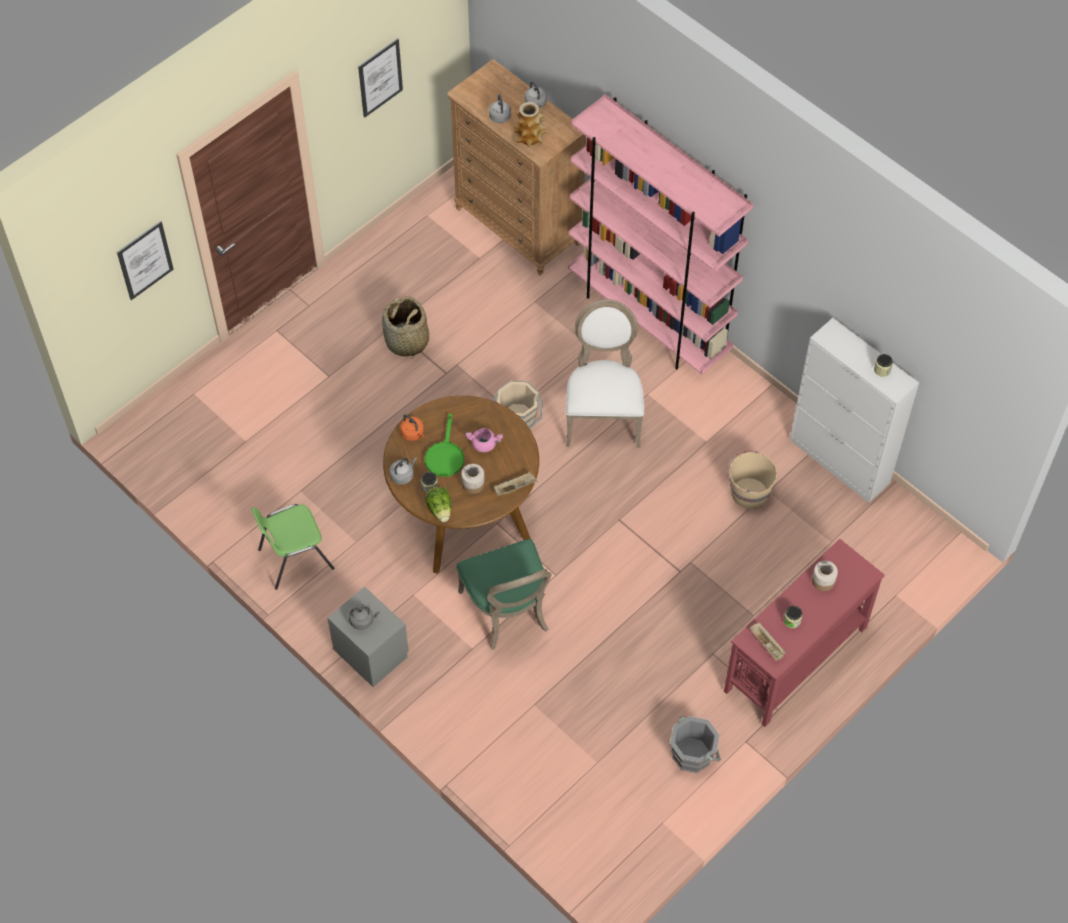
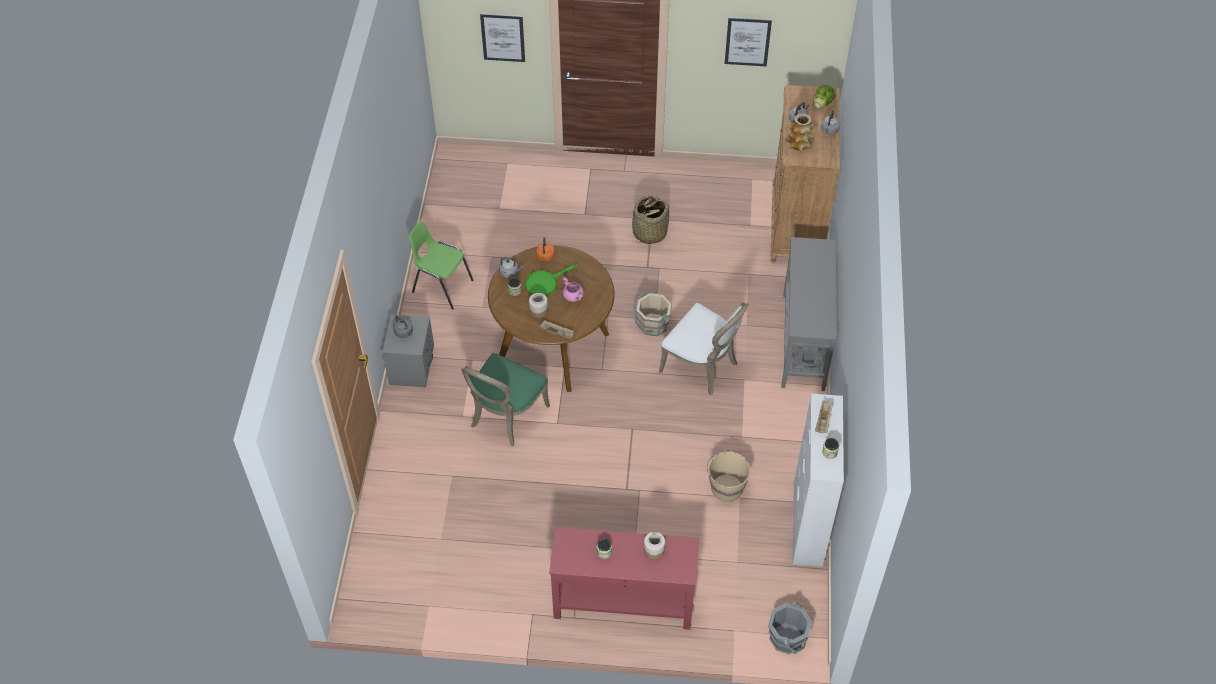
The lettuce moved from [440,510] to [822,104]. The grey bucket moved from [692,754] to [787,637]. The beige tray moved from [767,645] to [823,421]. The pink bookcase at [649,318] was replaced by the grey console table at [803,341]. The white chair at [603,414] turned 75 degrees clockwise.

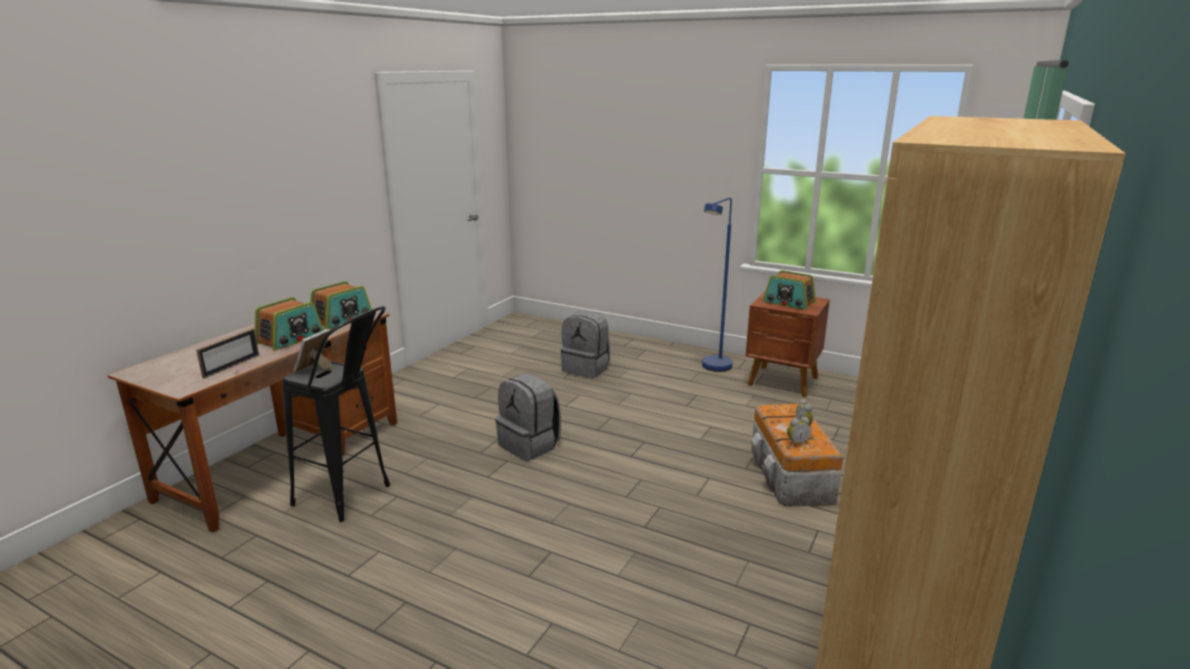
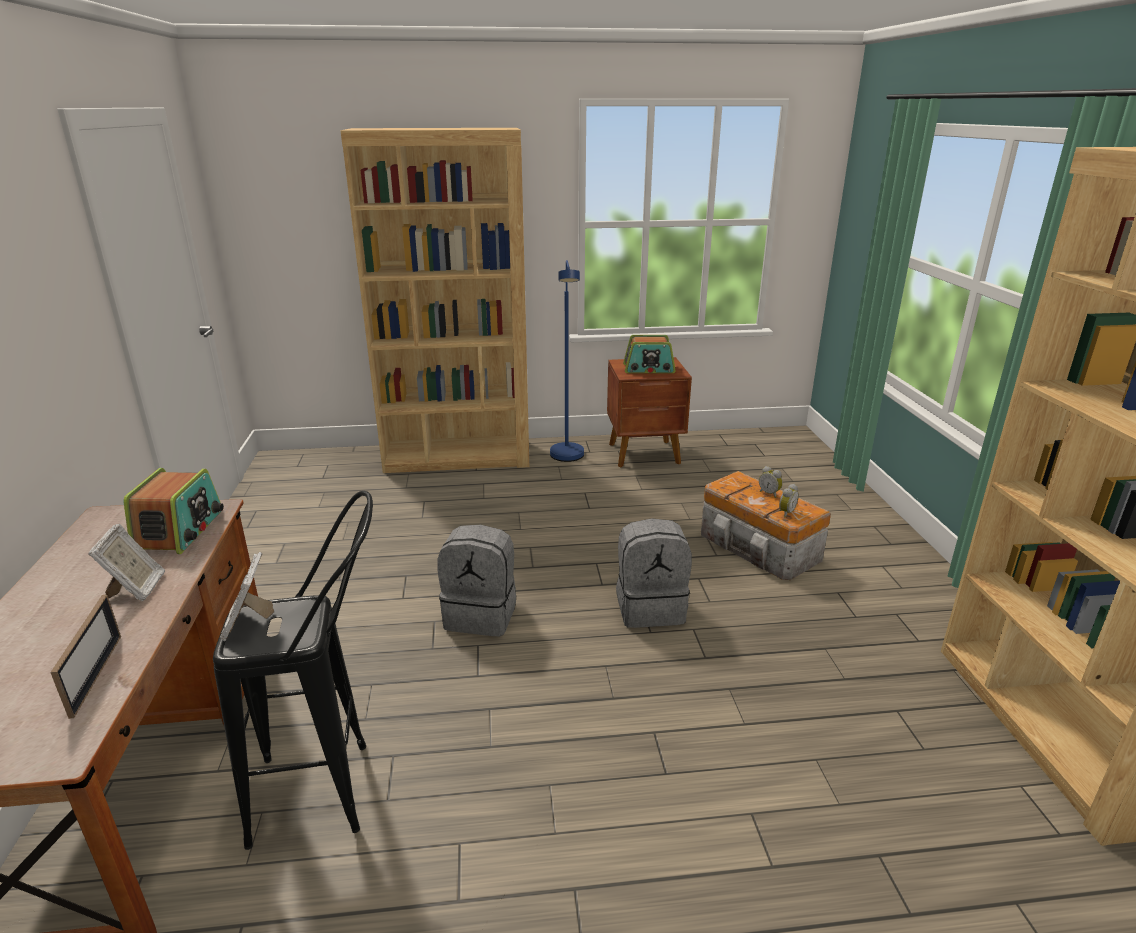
The brown bookcase at [458,457] appeared. The grey backpack moved from [586,369] to [650,608]. The radio at [290,339] was replaced by the picture frame at [136,589].

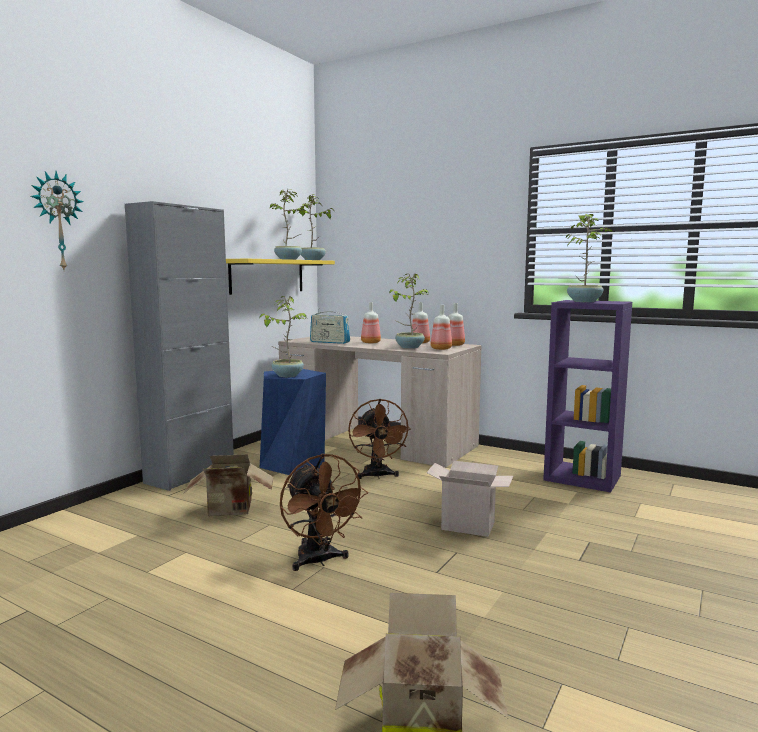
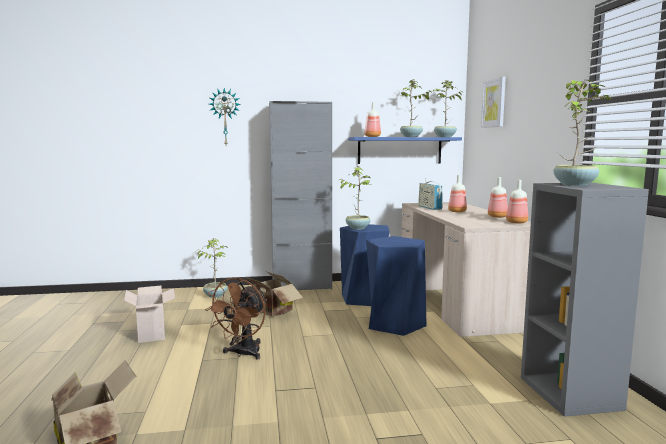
The picture at [494,103] appeared. The potted plant moved from [409,347] to [215,295]. The cardboard box moved from [470,526] to [153,335]. The bottle moved from [440,349] to [372,136]. The brown fan at [377,476] was replaced by the blue stool at [395,324]. The yellow shelf at [267,276] became the blue shelf at [399,150]. The purple bookcase at [583,478] became the grey bookcase at [571,393].

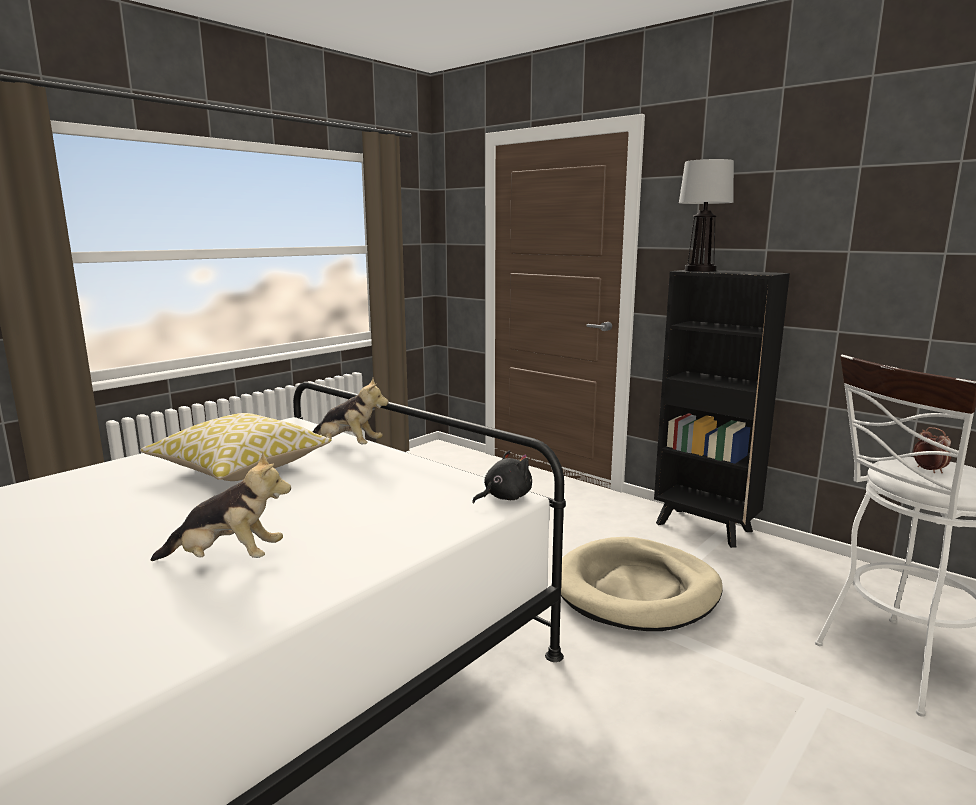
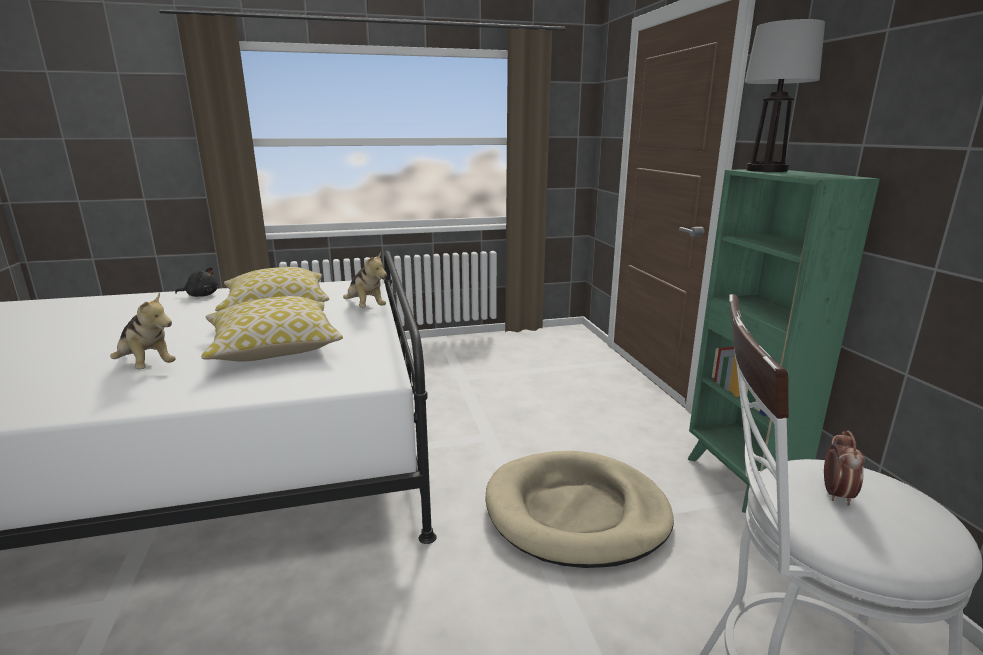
The pillow at [273,348] appeared. The black plush toy moved from [504,497] to [201,295]. The black bookcase at [705,528] became the green bookcase at [739,481].

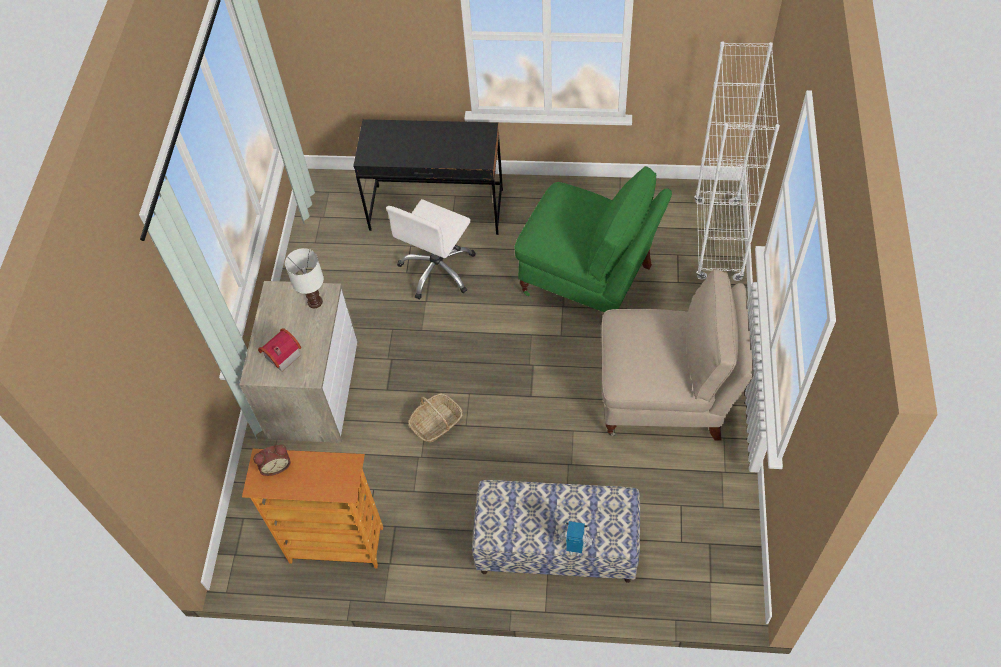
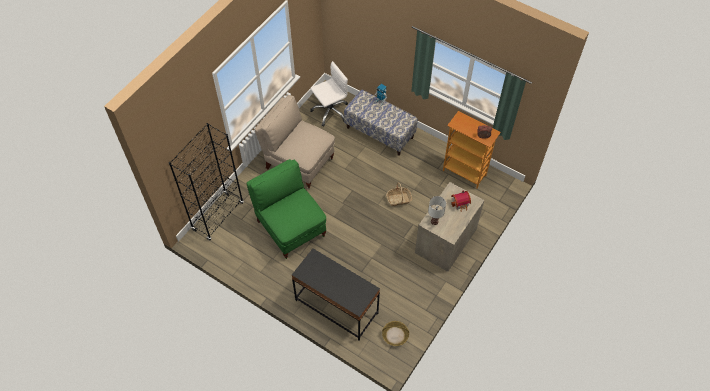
The basket at [395,335] appeared. The white office chair moved from [438,269] to [330,111]. The white bookcase at [717,241] became the black bookcase at [218,216].

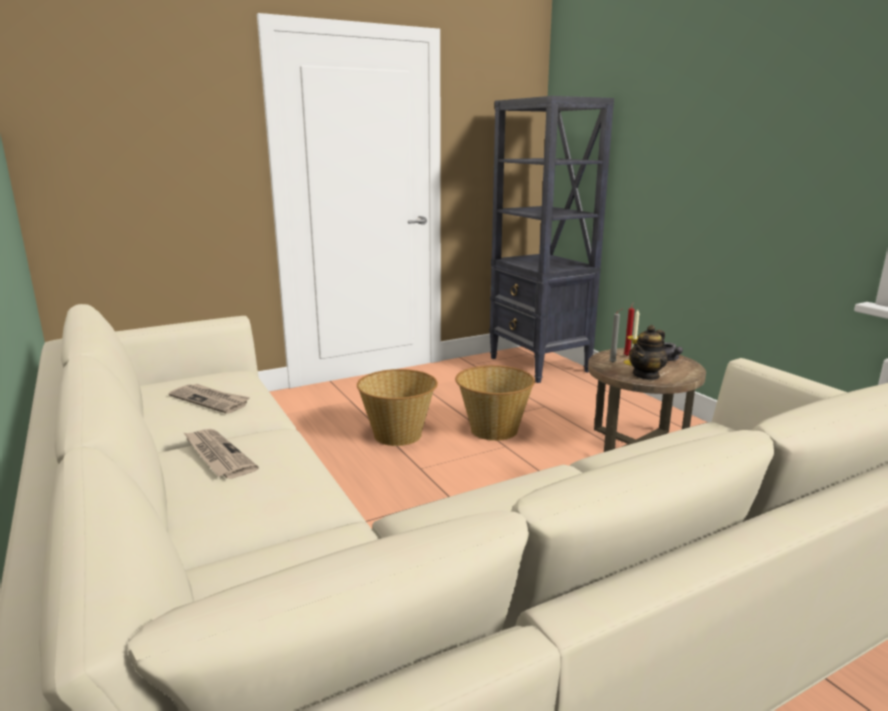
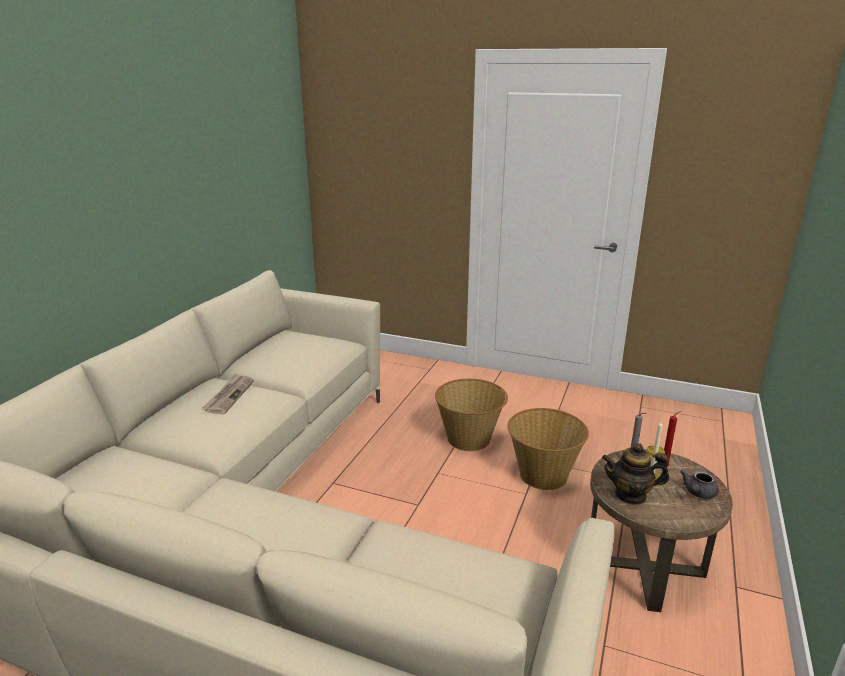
The newspaper at [210,400] disappeared. The black bookcase at [539,365] disappeared.

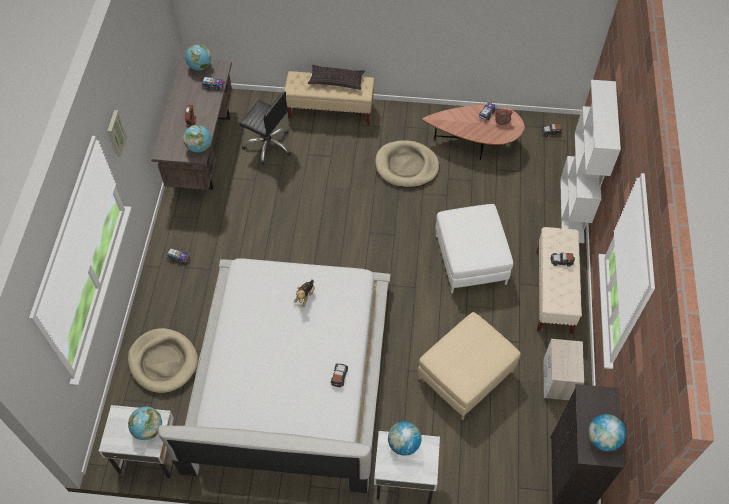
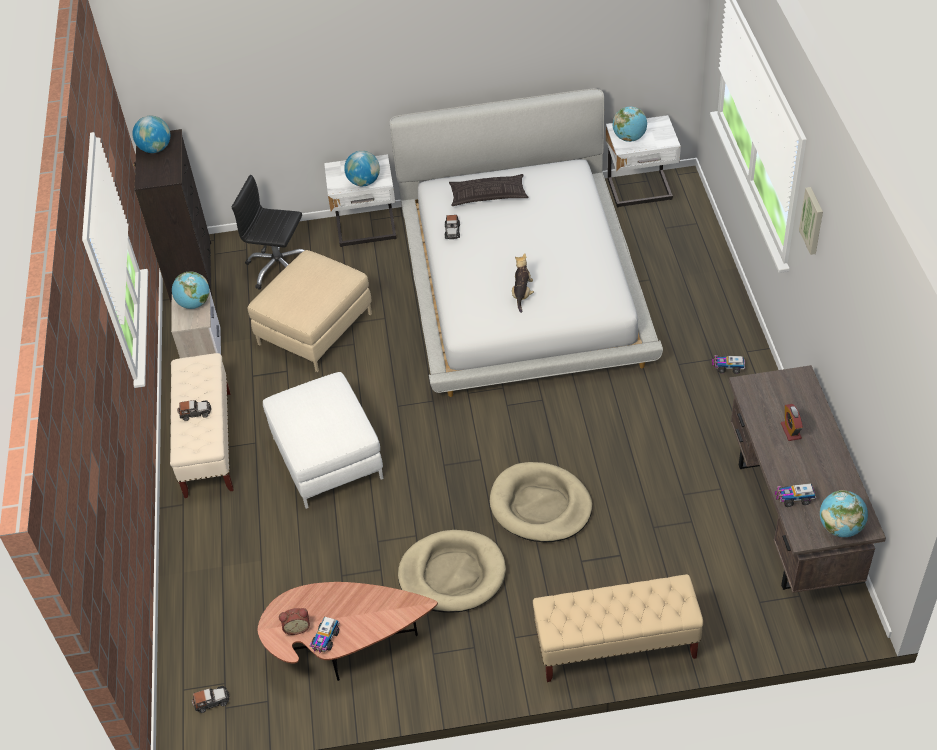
The white bookcase at [572,210] disappeared. The beige dog bed moved from [163,362] to [540,506]. The globe moved from [199,147] to [194,304]. The black office chair moved from [268,145] to [279,268]. The pillow moved from [336,80] to [488,195].

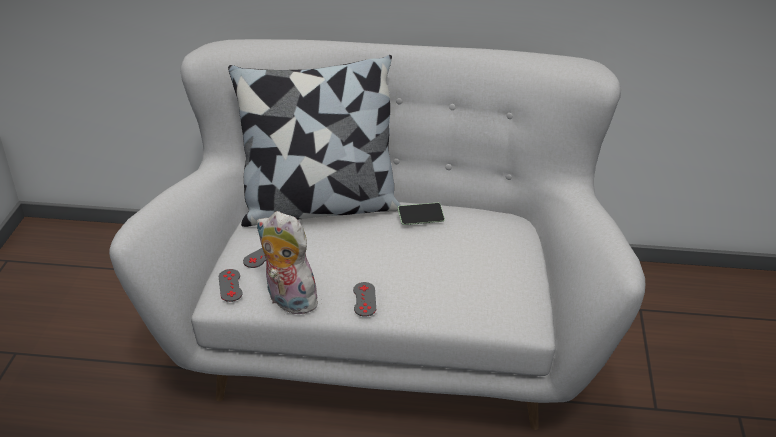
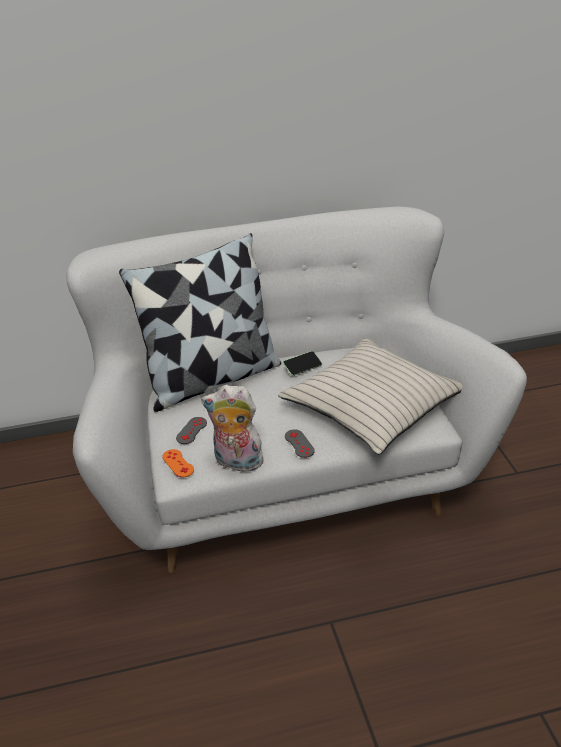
The beige pillow at [372,407] appeared. The grey game controller at [230,285] became the orange game controller at [178,463].

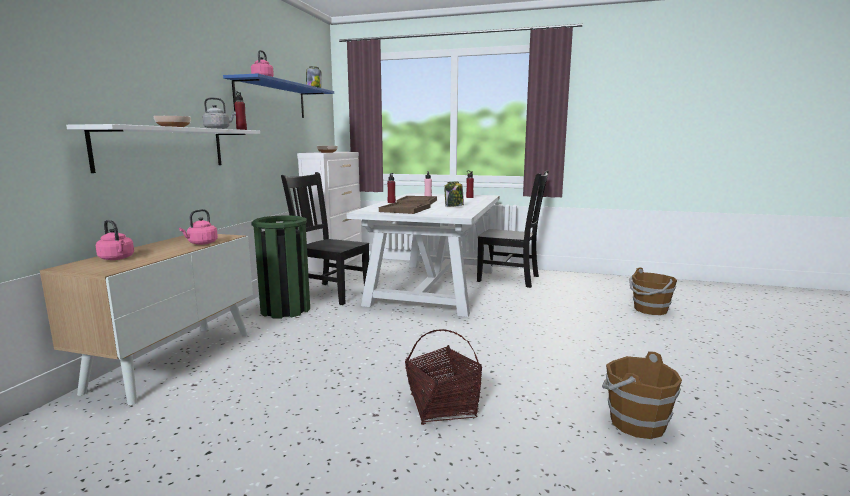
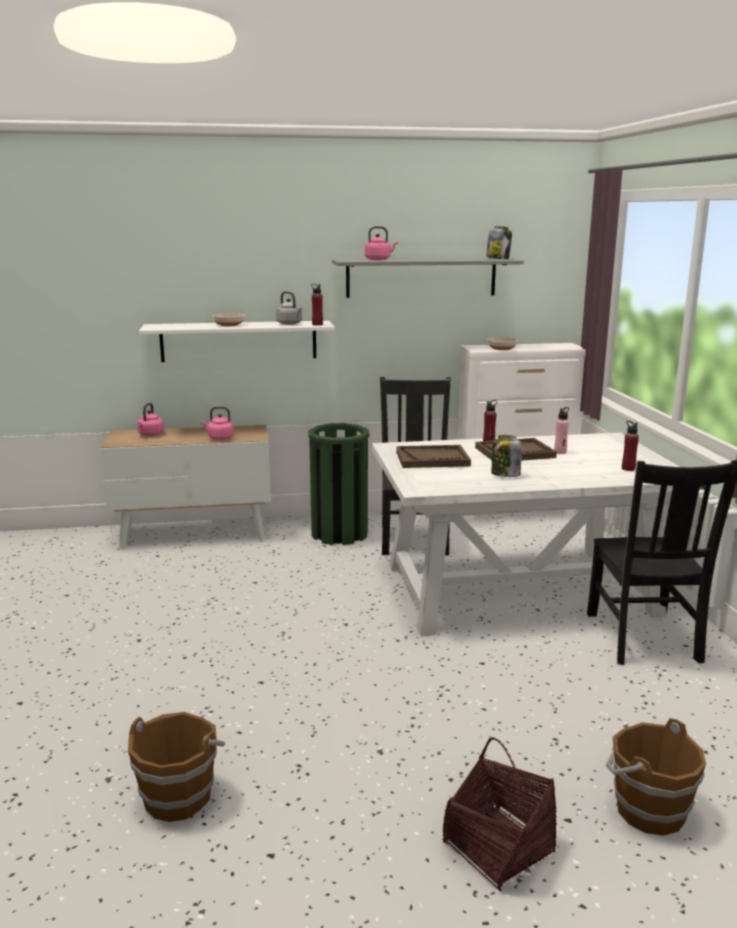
The basket moved from [442,406] to [498,847]. The blue shelf at [271,99] became the grey shelf at [421,277].

